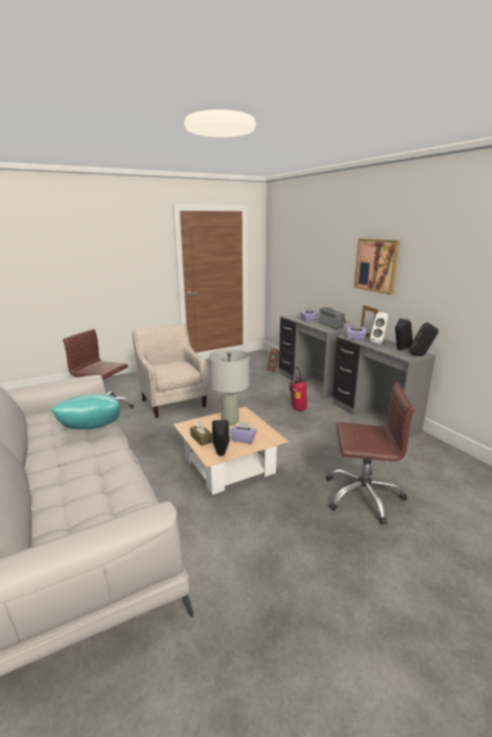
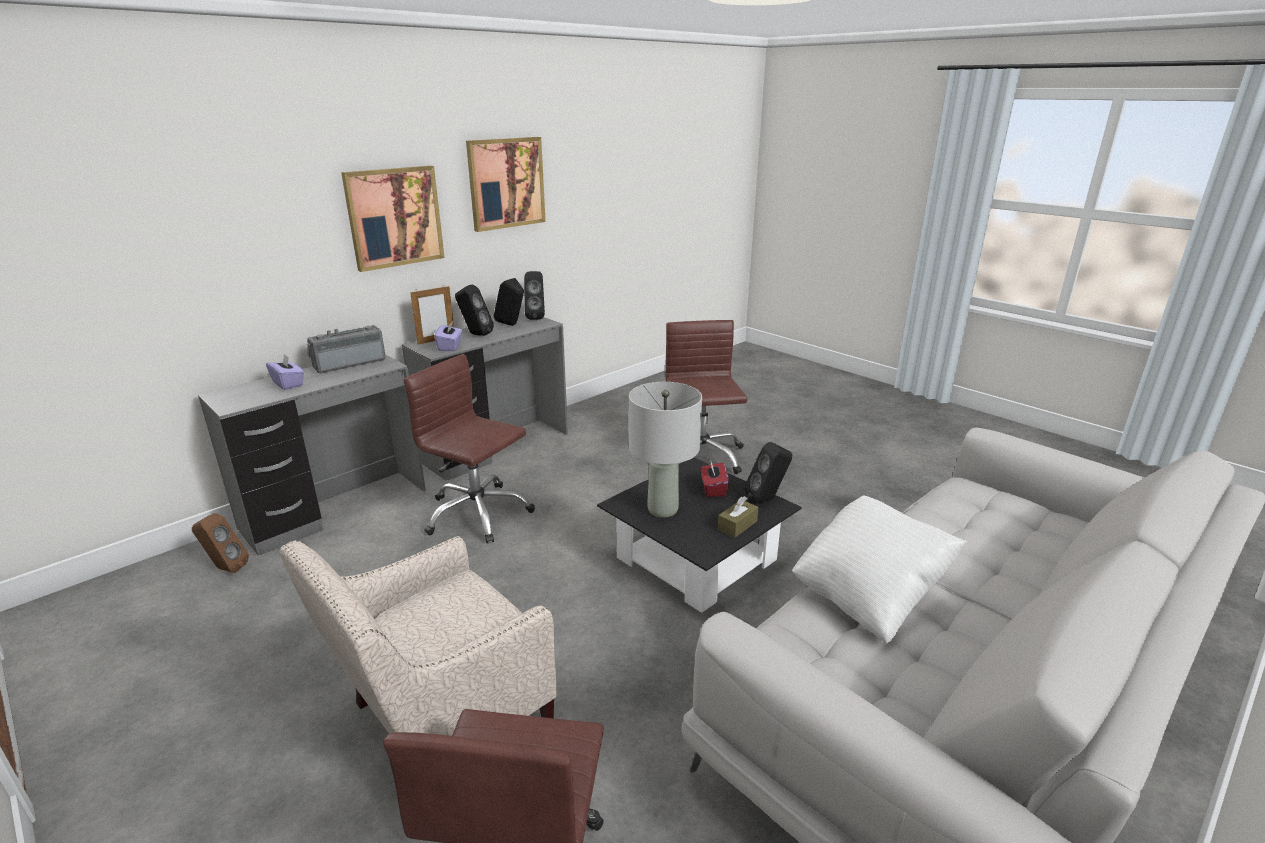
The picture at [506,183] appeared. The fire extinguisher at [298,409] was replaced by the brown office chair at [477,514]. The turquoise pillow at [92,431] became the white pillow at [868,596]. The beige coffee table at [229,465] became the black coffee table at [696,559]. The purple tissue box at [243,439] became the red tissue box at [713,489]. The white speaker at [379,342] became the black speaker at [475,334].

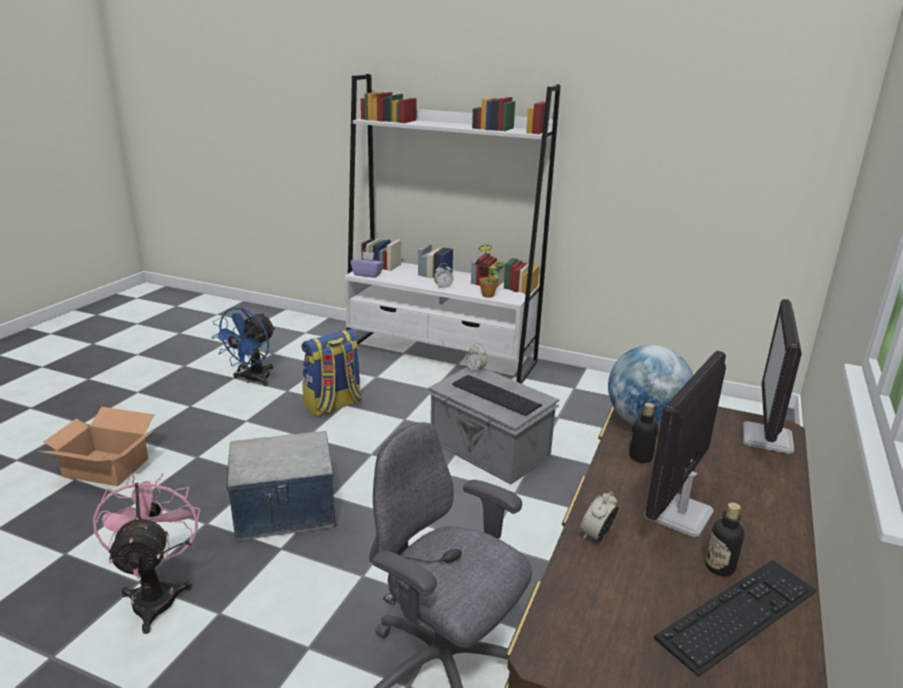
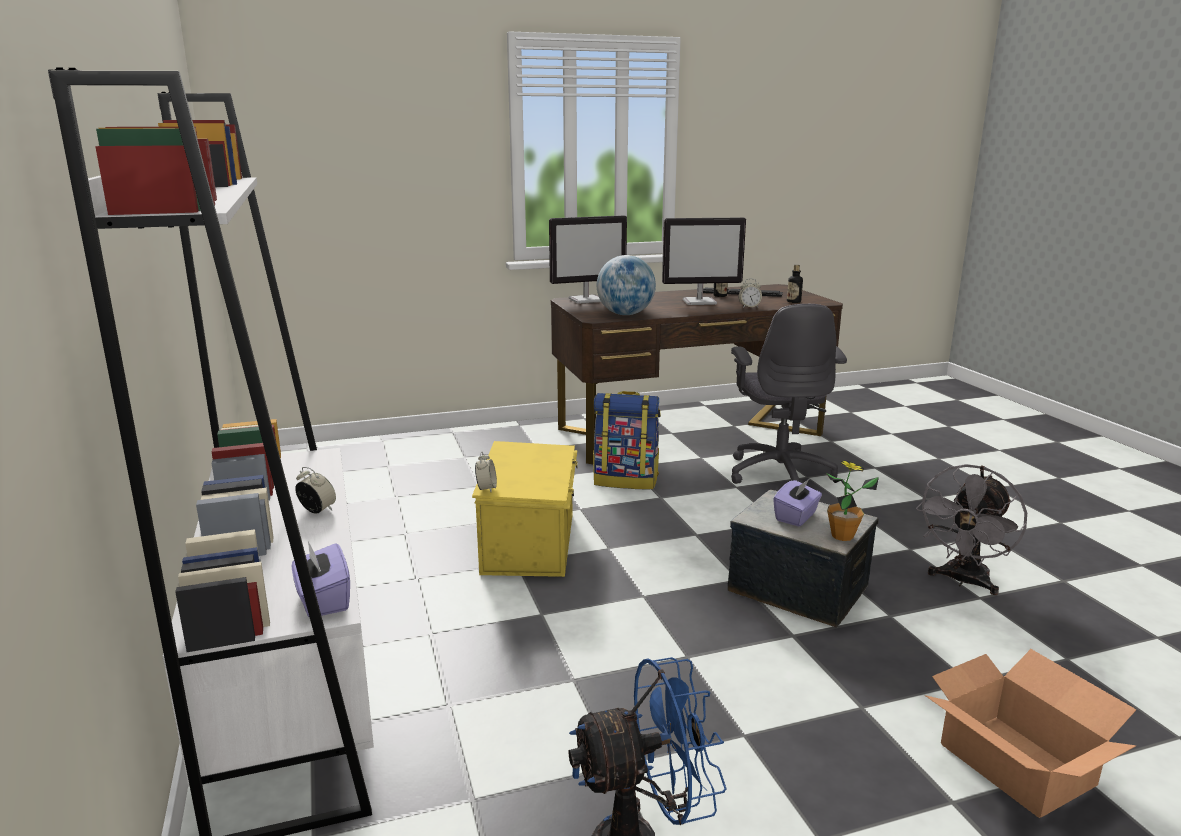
The keyboard at [495,394] disappeared. The purple tissue box at [796,517] appeared. The backpack moved from [333,405] to [626,480]. The potted plant moved from [488,295] to [842,536]. The bottle moved from [640,457] to [793,302]. The pink fan at [156,594] became the grey fan at [963,581]. The grey storage box at [489,450] became the yellow storage box at [531,542].

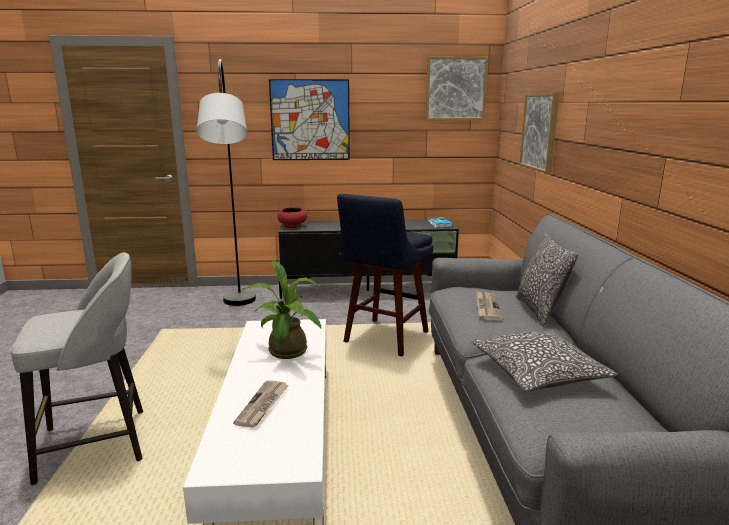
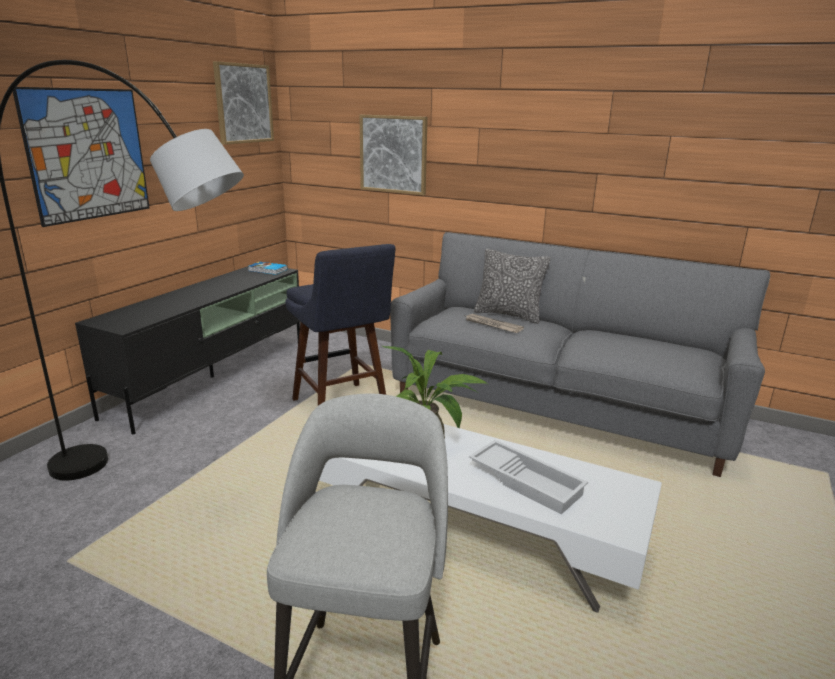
The red bowl at [292,226] disappeared. The pillow at [538,373] disappeared. The newspaper at [263,405] was replaced by the white tray at [527,481].

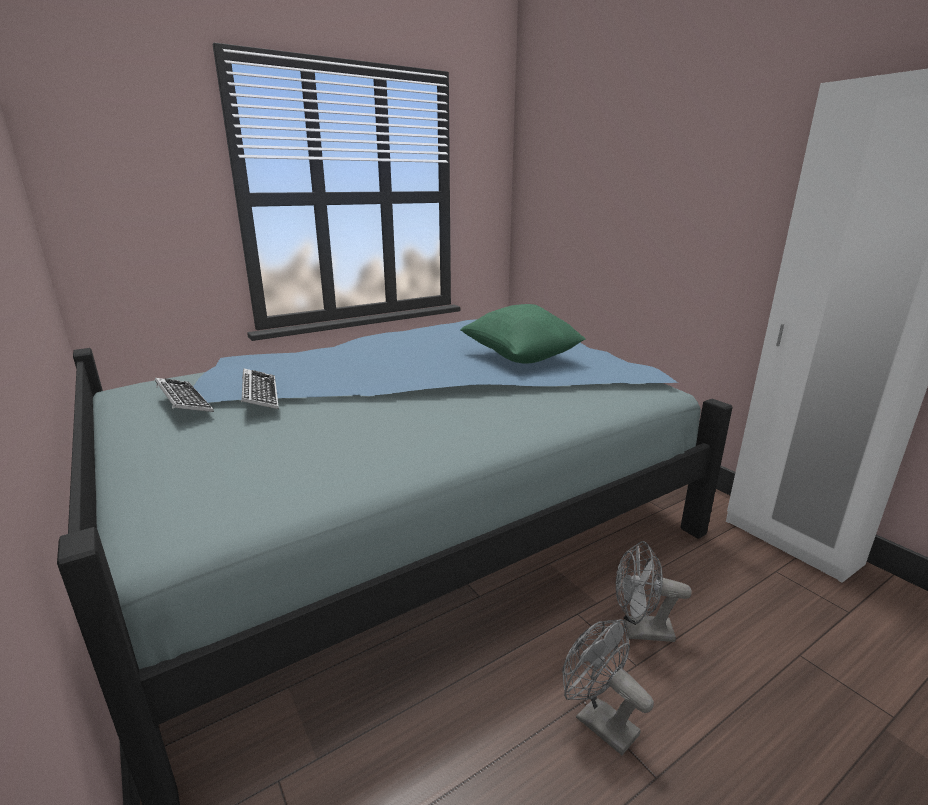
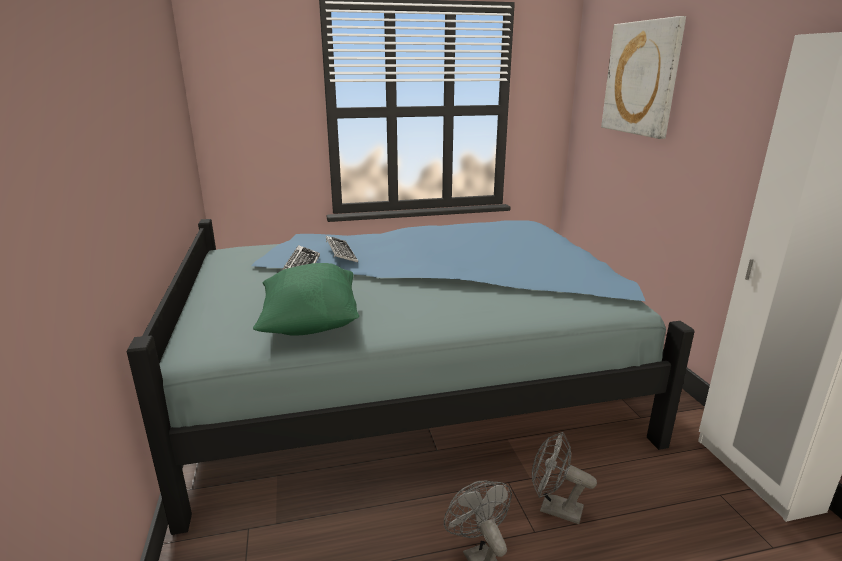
The picture at [641,78] appeared. The keyboard moved from [183,401] to [340,253]. The green pillow moved from [520,358] to [310,323].

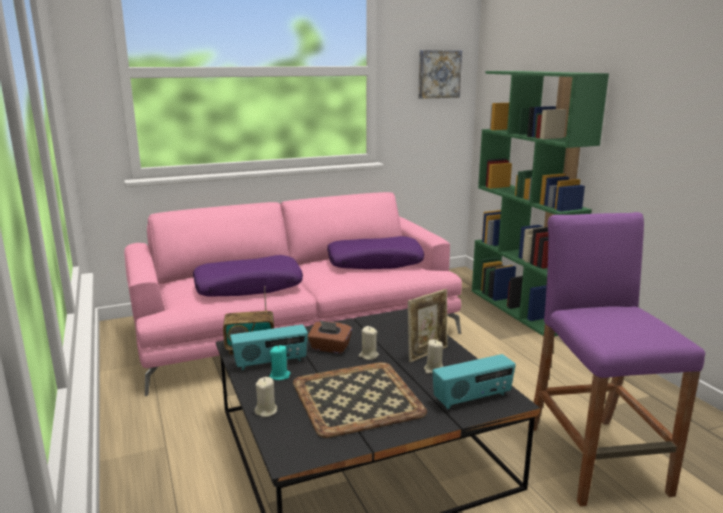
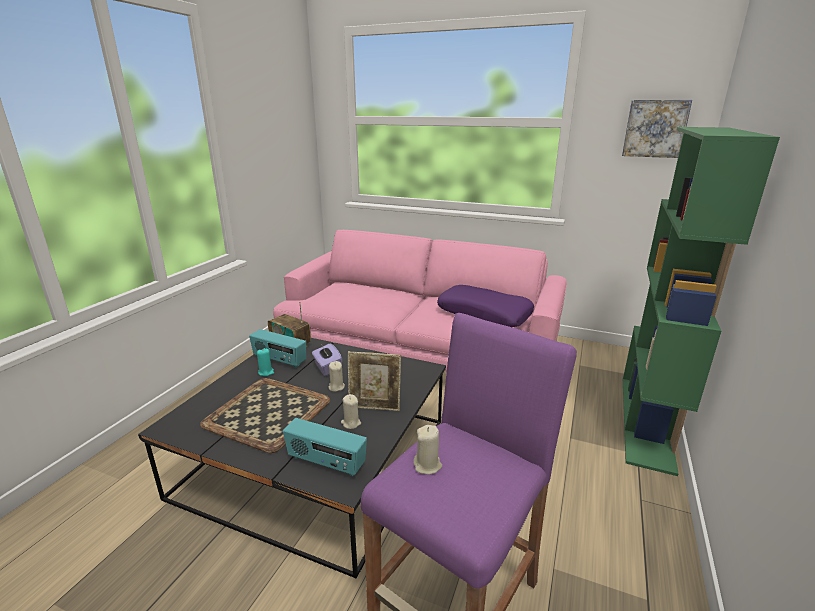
The purple pillow at [249,287] disappeared. The beige candle moved from [266,411] to [427,465]. The brown tissue box at [329,348] became the purple tissue box at [327,368].

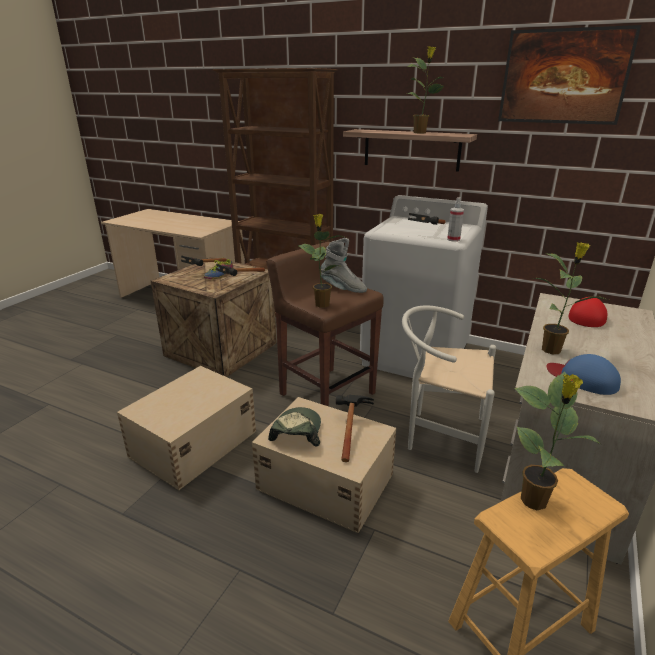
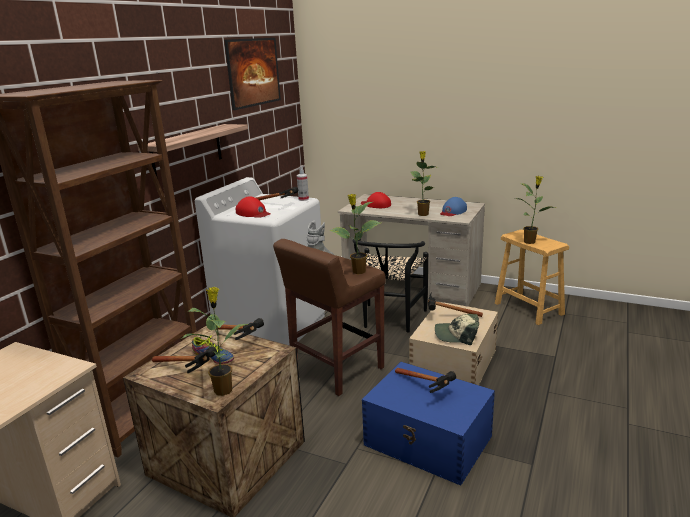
The red cap at [253,213] appeared. The hammer at [428,389] appeared. The potted plant moved from [420,132] to [224,389]. The beige storage box at [192,444] became the blue storage box at [428,441]. The white chair at [439,435] became the black chair at [390,320].

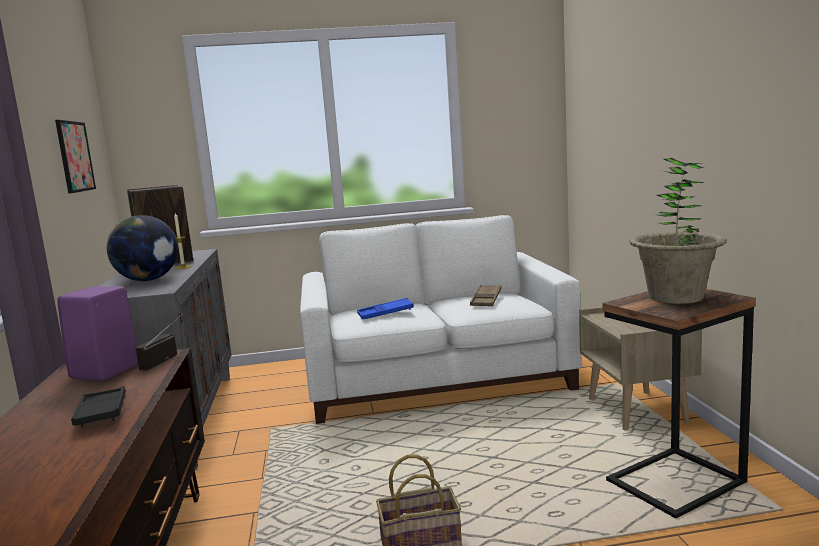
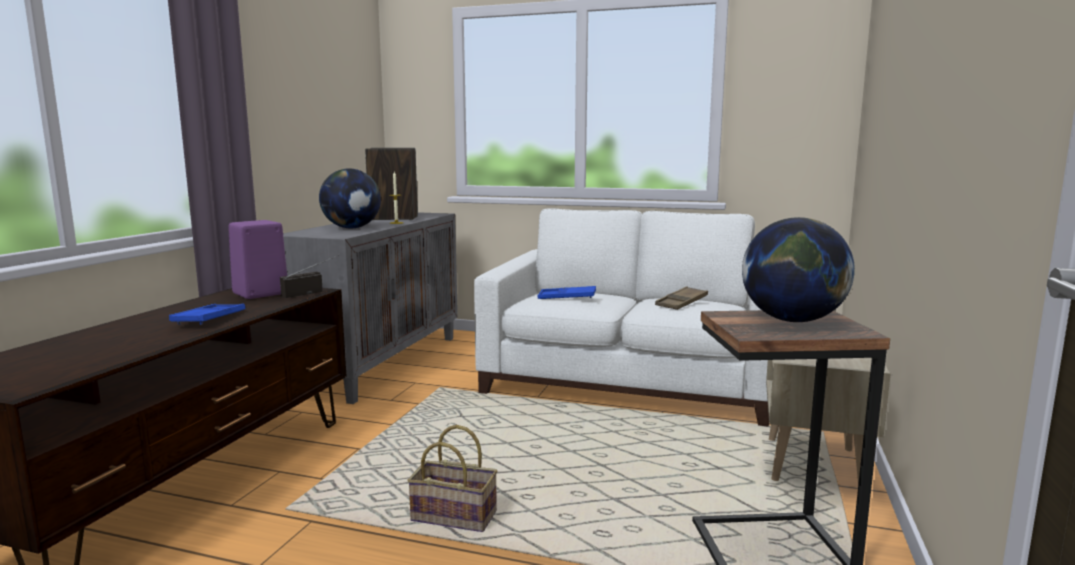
The picture at [75,156] disappeared. The potted plant at [675,297] was replaced by the globe at [792,320]. The black tray at [101,412] became the blue tray at [209,319].

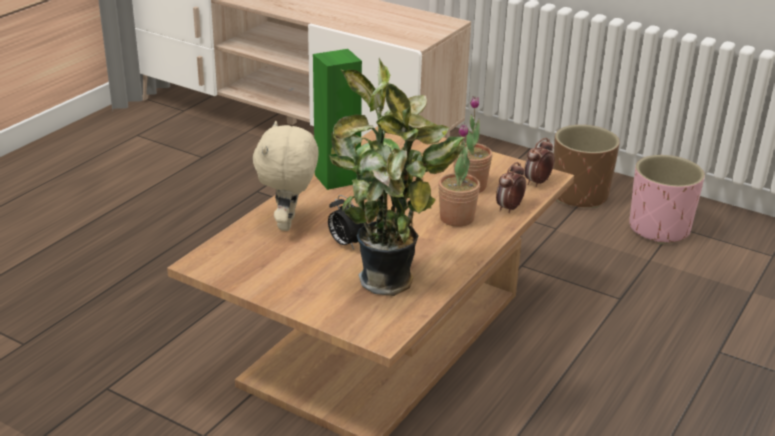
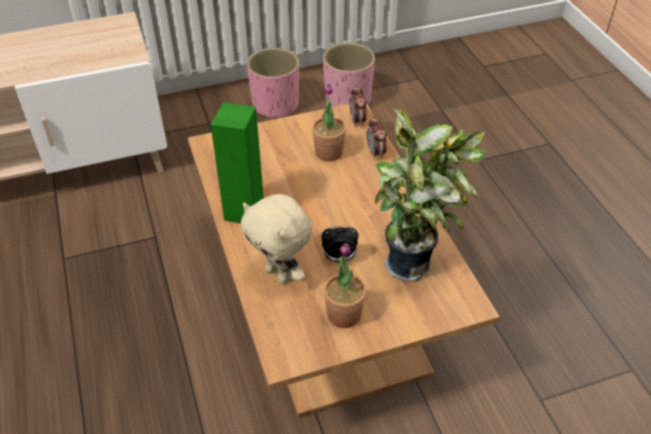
The potted plant moved from [456,218] to [344,314]. The brown planter at [579,195] became the pink planter at [275,105].

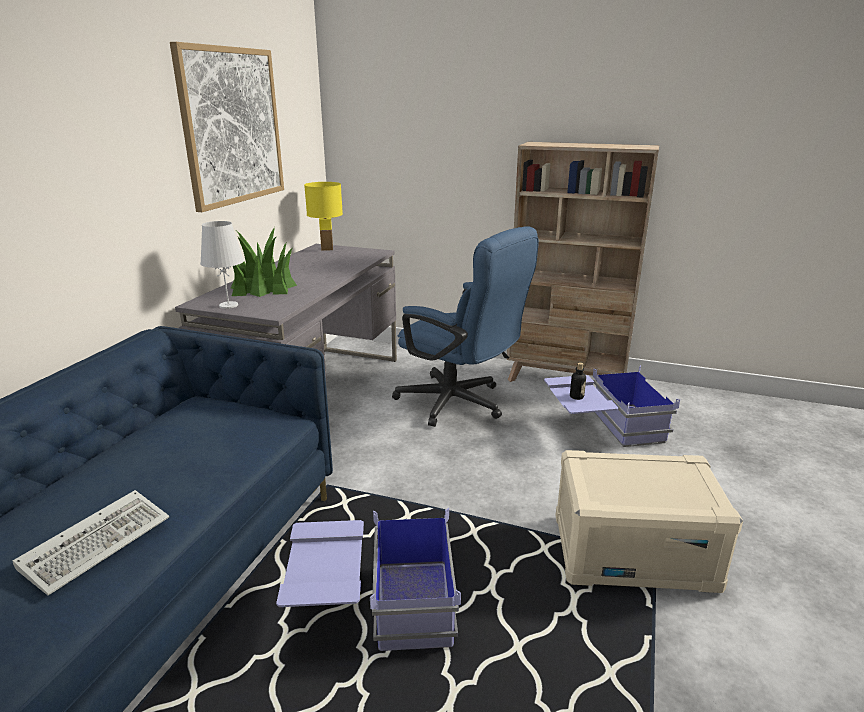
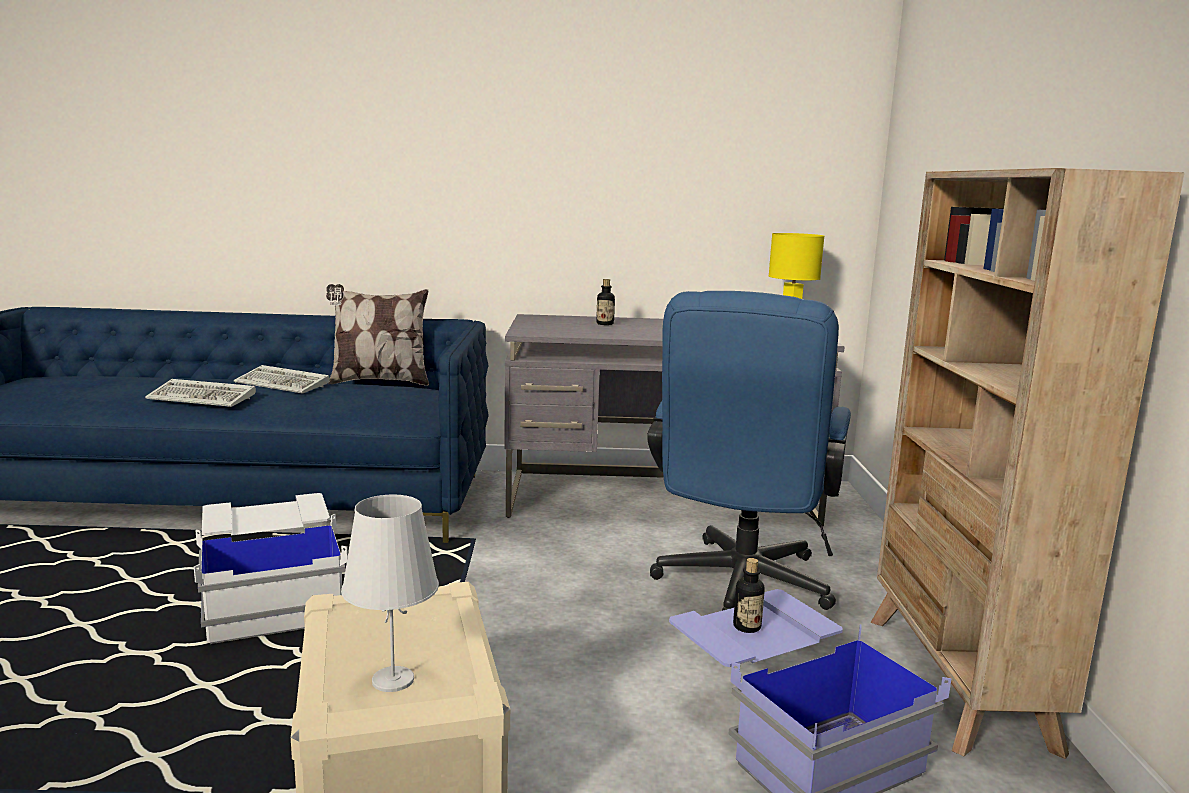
The picture at [232,126] disappeared. The keyboard at [284,384] appeared. The pillow at [379,381] appeared. The white table lamp moved from [228,305] to [393,679]. The potted plant at [263,287] was replaced by the bottle at [605,324]. The blue storage box at [372,608] became the white storage box at [272,596].

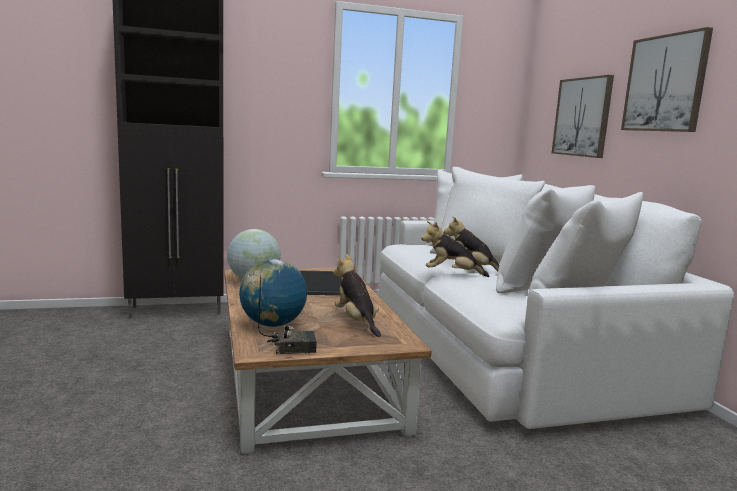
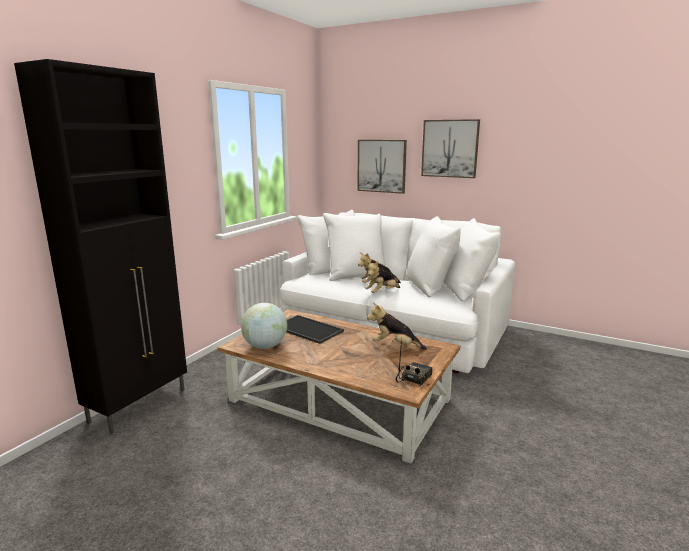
The globe at [273,325] disappeared.

